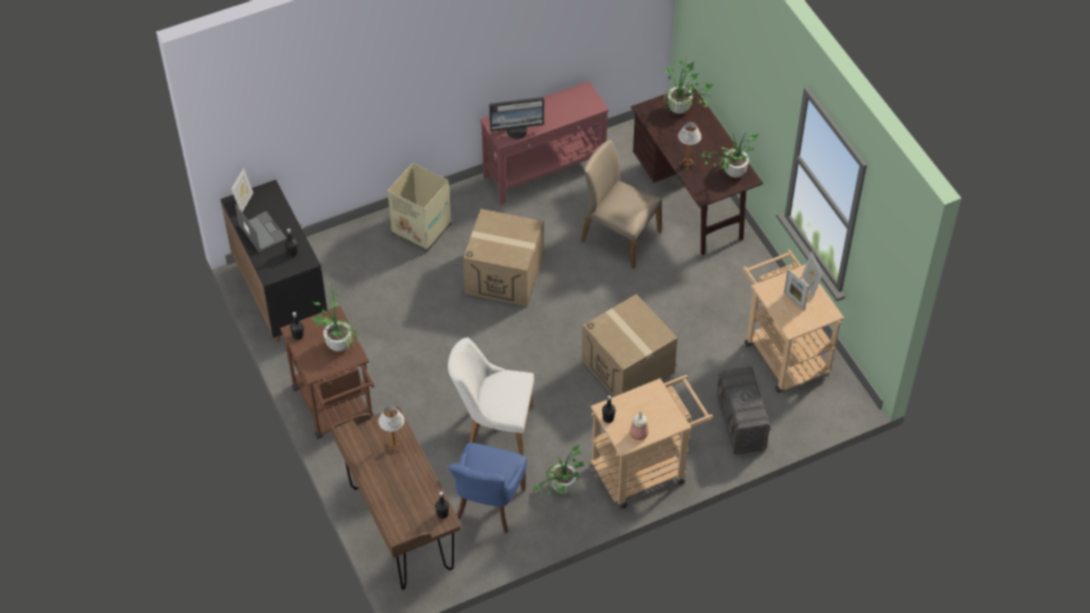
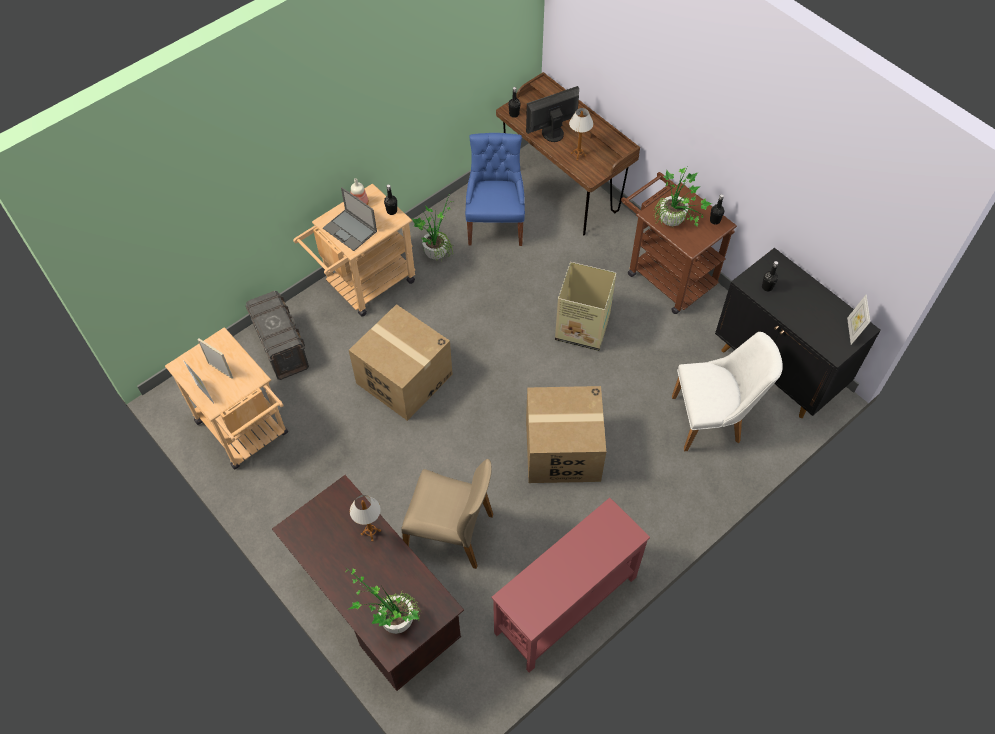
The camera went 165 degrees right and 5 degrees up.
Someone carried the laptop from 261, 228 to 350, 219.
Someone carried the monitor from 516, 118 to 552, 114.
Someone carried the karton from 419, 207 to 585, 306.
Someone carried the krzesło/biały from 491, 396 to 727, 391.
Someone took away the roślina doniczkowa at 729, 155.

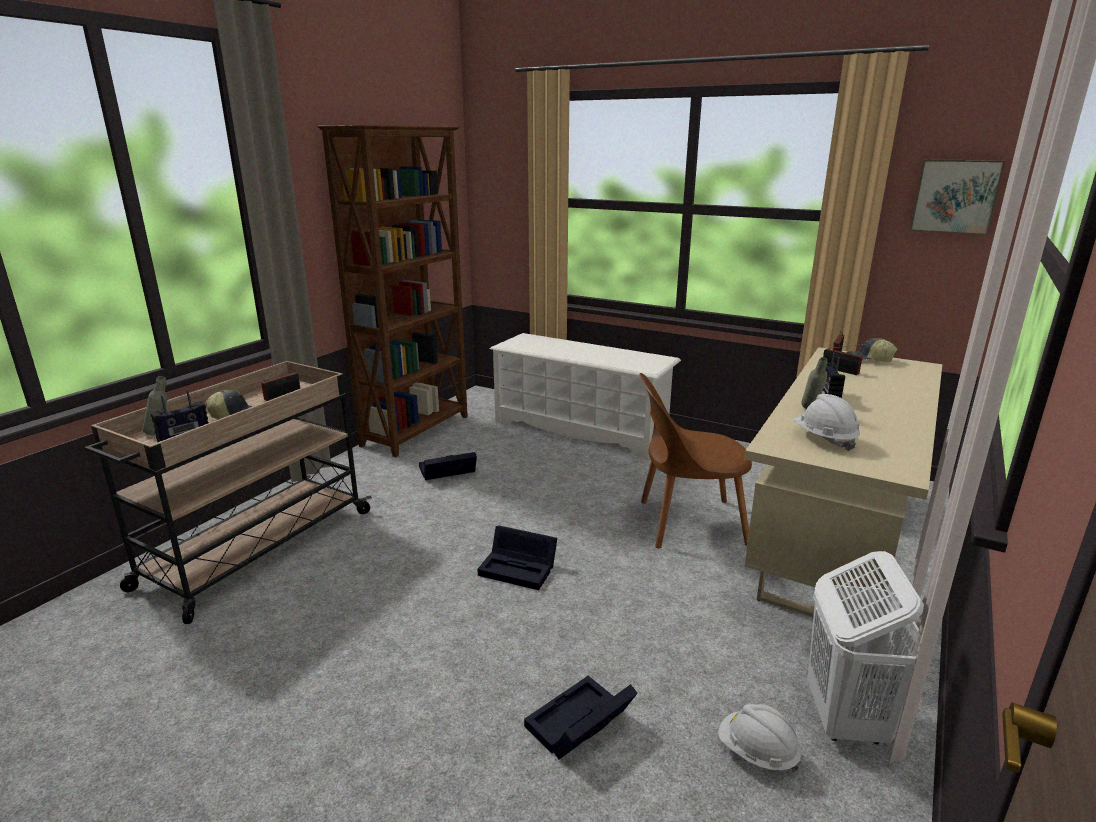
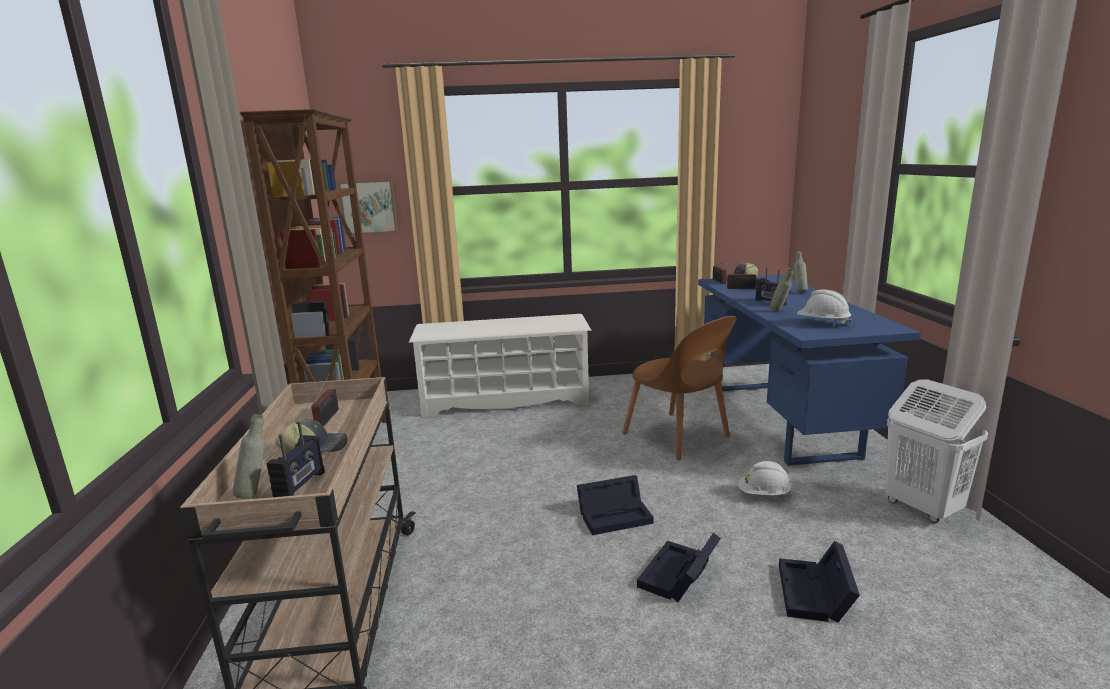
The camera went 35 degrees left and 5 degrees down.
Someone carried the obraz from 957, 197 to 368, 207.
Someone rotated the krzesło/brązowy at 696, 460 by 90 degrees counterclockwise.
Someone carried the pojemnik do przechowywania/czarny from 448, 466 to 679, 567.
Someone repainted the biurko/beżowy at 843, 484, which became the biurko/niebieski at 809, 370.
Someone carried the kask/biały from 759, 738 to 765, 478.
Someone put down the butelka/szary at 801, 271.

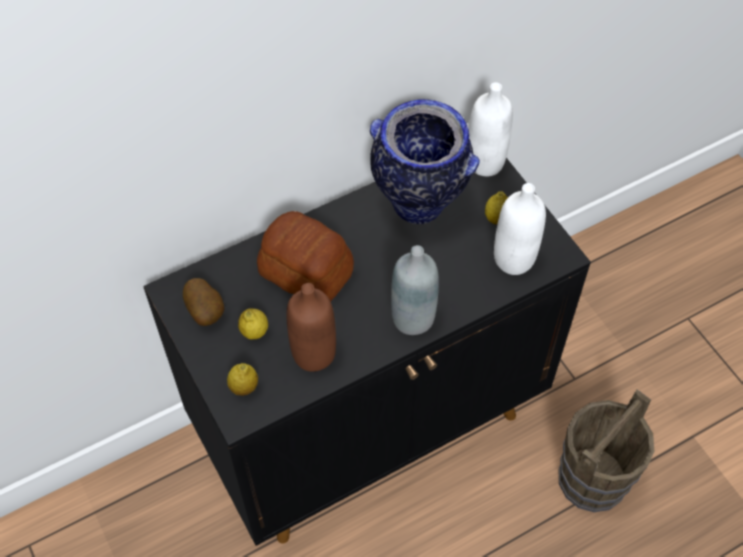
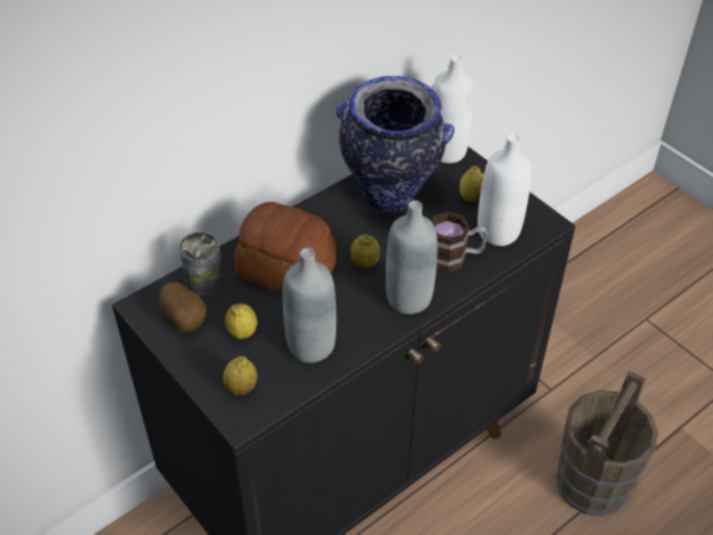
The camera went 10 degrees left and 10 degrees down.
Someone put down the puszka at 201, 264.
Someone repainted the butelka/brązowy at 311, 327, which became the butelka/szary at 309, 305.
Someone put down the cytryna at 365, 251.
Someone put down the kubek at 459, 241.

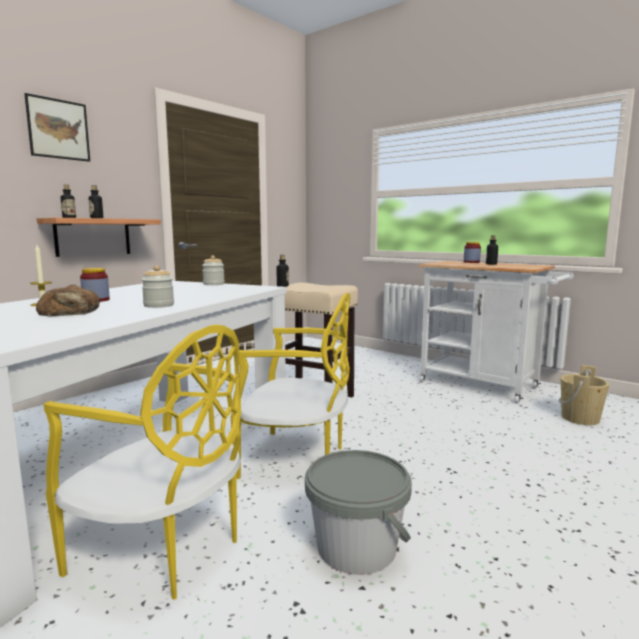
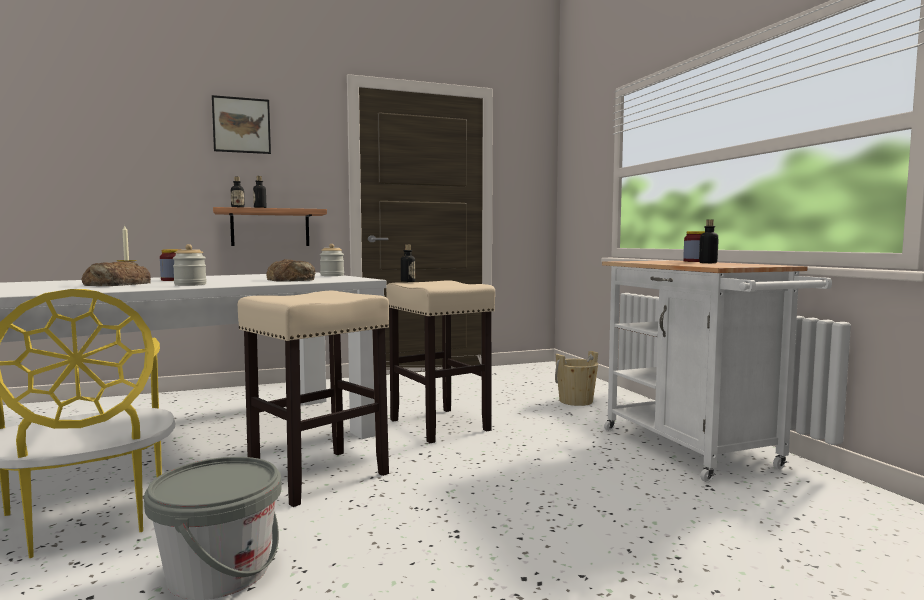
The camera went 30 degrees right and 5 degrees down.
Someone swapped the krzesło/żółty at 290, 386 for the stołek/beżowy at 313, 399.
Someone put down the chleb at 291, 270.
Someone carried the wiadro/beżowy from 584, 395 to 576, 378.

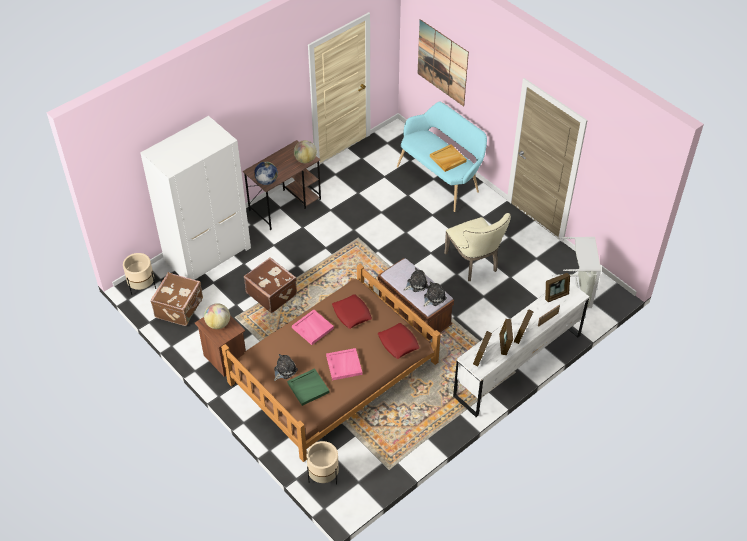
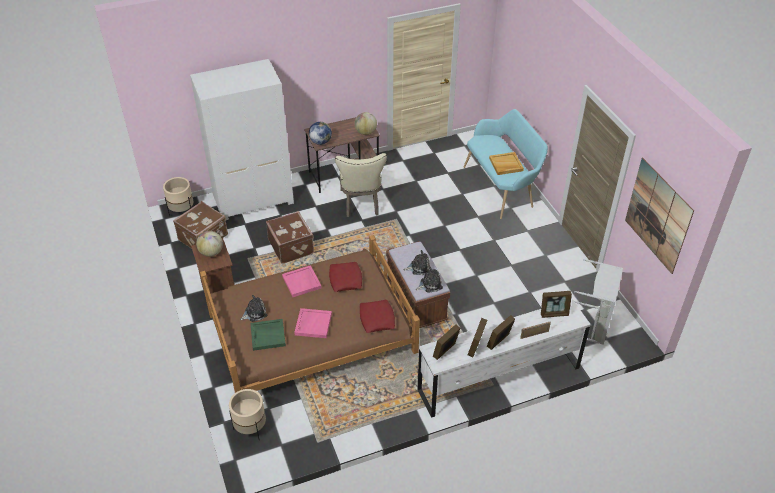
The camera went 20 degrees right and 5 degrees down.
Someone carried the krzesło/beżowy from 477, 247 to 361, 185.
Someone carried the obraz from 443, 63 to 659, 215.

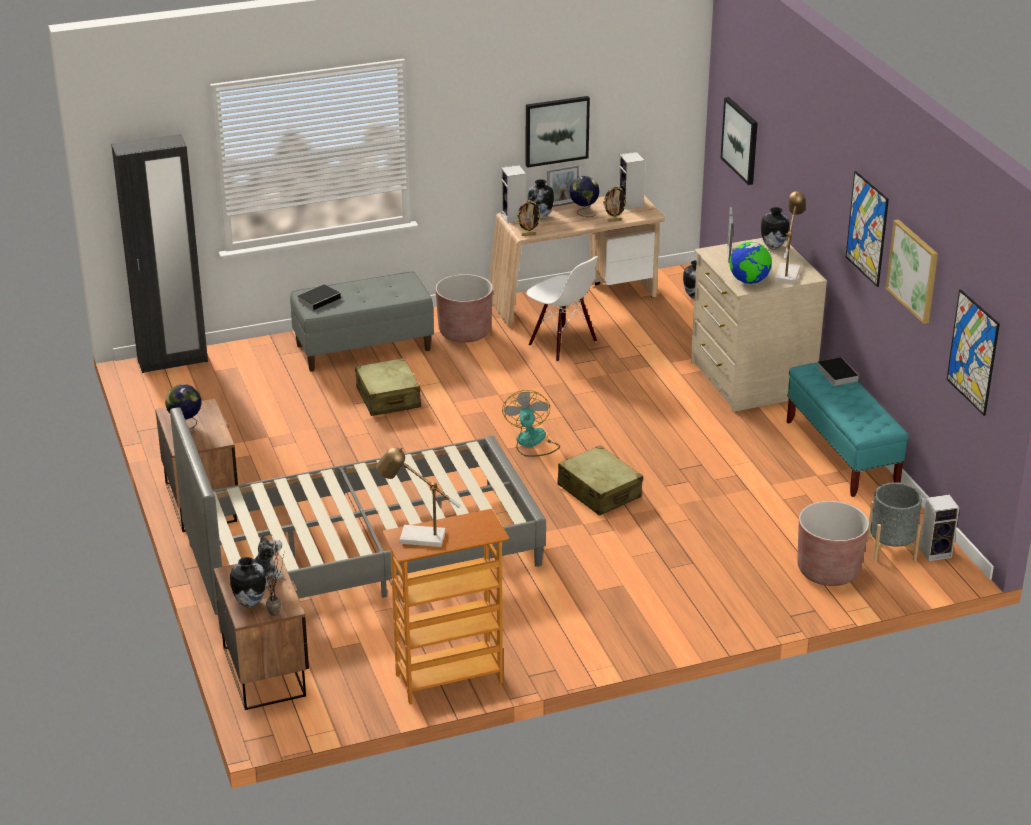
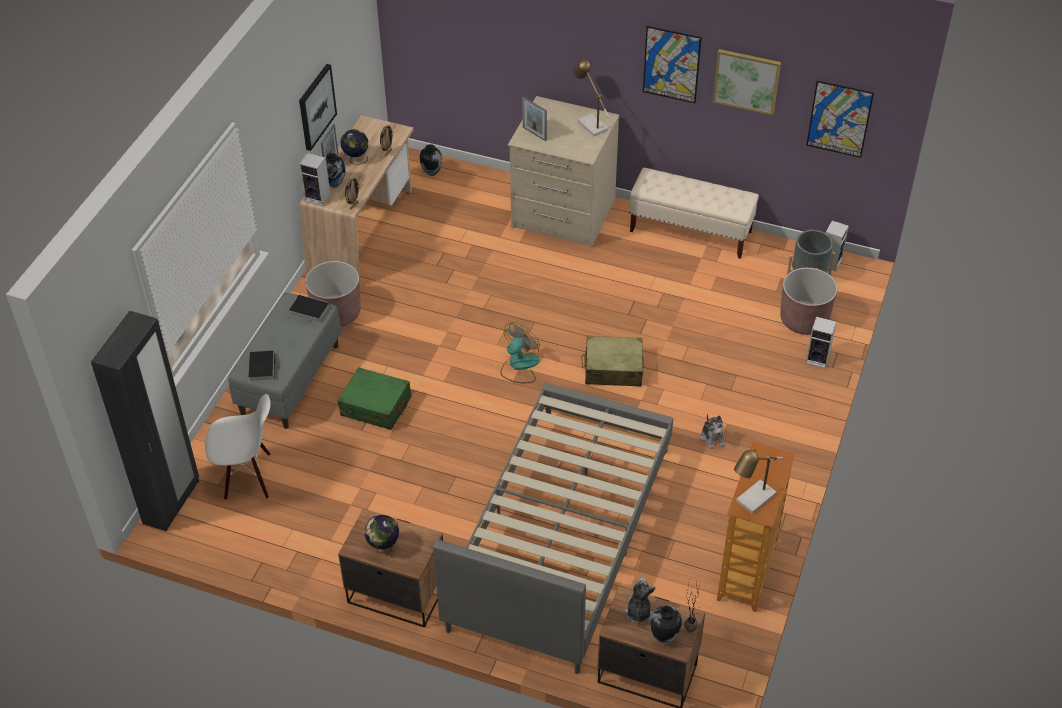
The camera went 50 degrees left and 15 degrees up.
Someone carried the krzesło/biały from 562, 309 to 238, 447.
Someone carried the książka from 838, 371 to 309, 308.
Someone repainted the walizka/beżowy at 388, 387, which became the walizka/zielony at 374, 398.
Someone rotated the wentylator at 531, 423 by 90 degrees clockwise.
Someone repainted the ławka/turkusowy at 848, 429, which became the ławka/beżowy at 694, 213.
Someone put down the pluszak at 713, 432.
Someone carried the głośnik from 631, 181 to 821, 342.
Someone took away the obraz at 739, 141.
Someone took away the globus at 750, 263.
Someone took away the wazon at 775, 228.

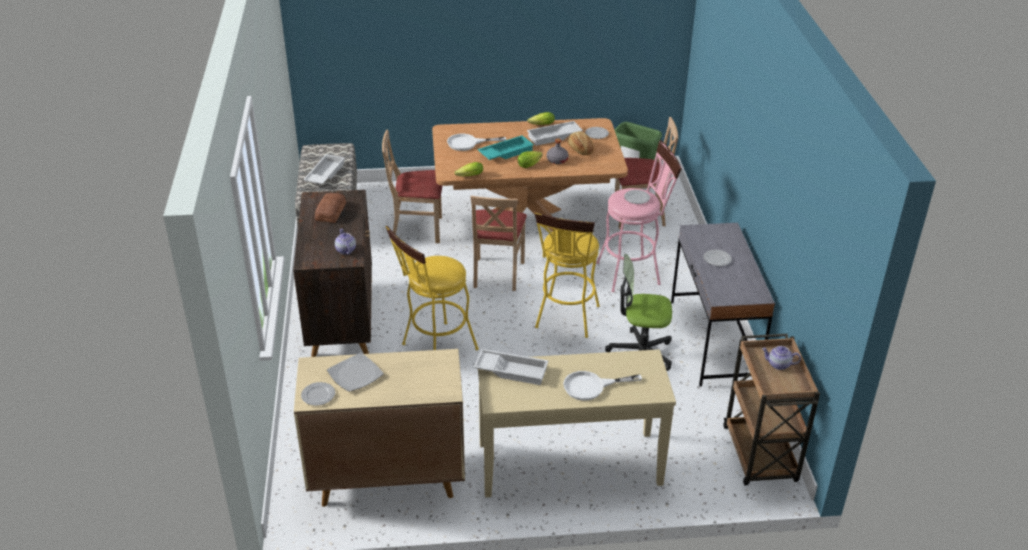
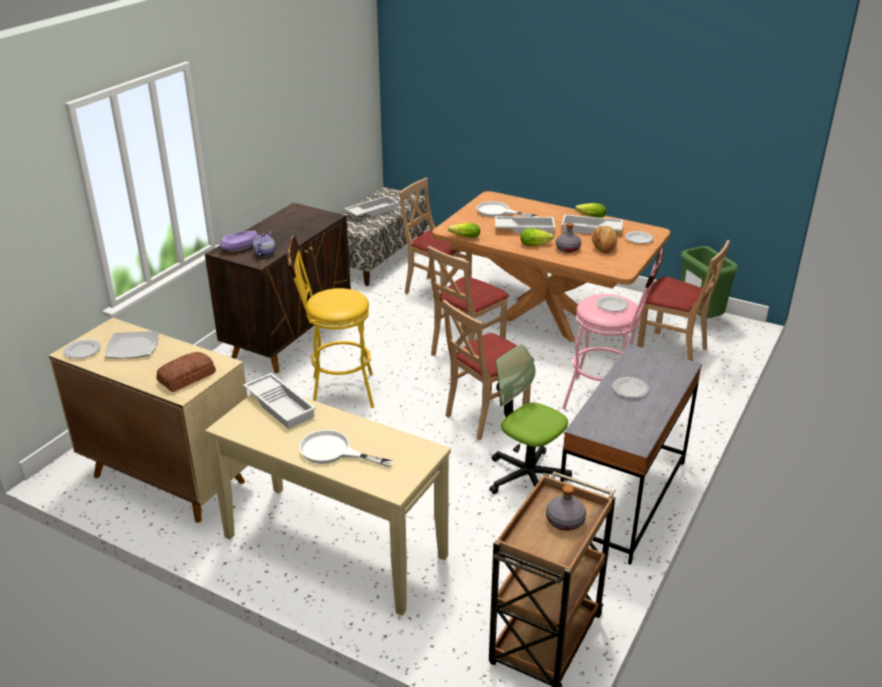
The camera went 35 degrees right and 5 degrees down.
Someone carried the chleb from 330, 208 to 186, 372.
Someone put down the miska/fioletowy at 239, 241.
Someone swapped the stołek/żółty at 567, 275 for the krzesło/beżowy at 488, 369.
Someone repainted the taca/turkusowy at 505, 147, which became the taca/biały at 525, 225.
Someone swapped the imbryk at 781, 358 for the butelka/szary at 566, 508.

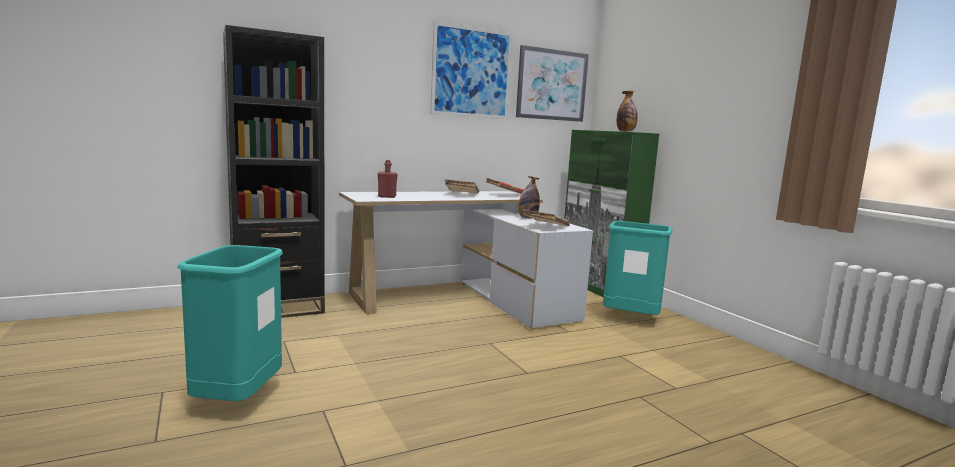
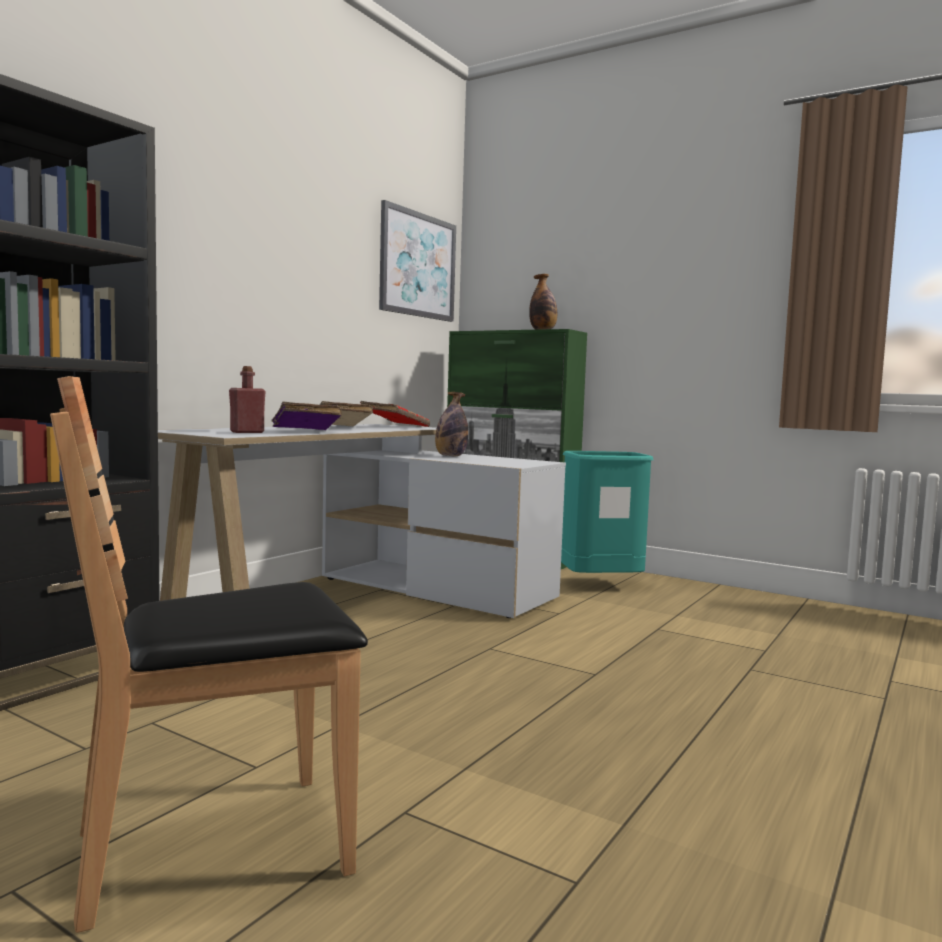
The camera went 30 degrees left and 5 degrees down.
Someone swapped the kosz na śmieci/turkusowy at 230, 323 for the krzesło/brązowy at 209, 654.
Someone put down the książka/fioletowy at 306, 416.
Someone took away the obraz at 471, 70.
Someone took away the książka/beżowy at 546, 217.

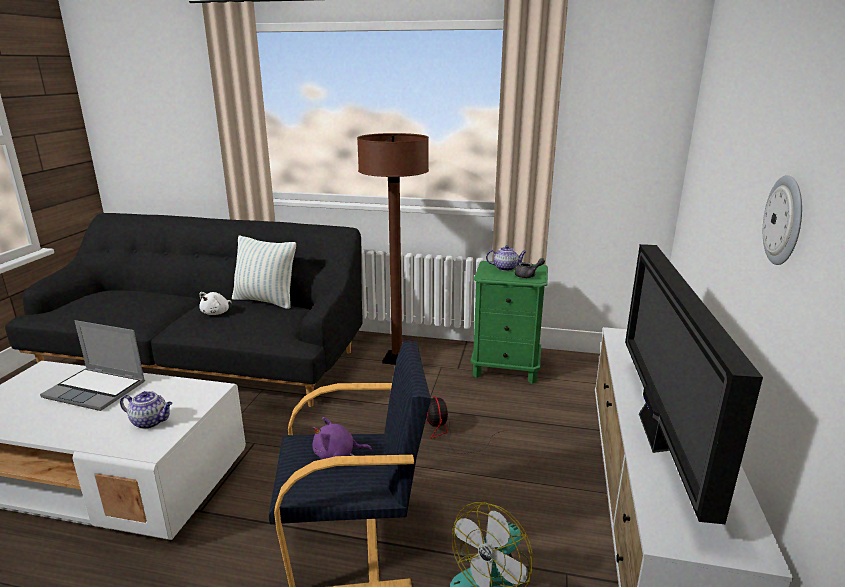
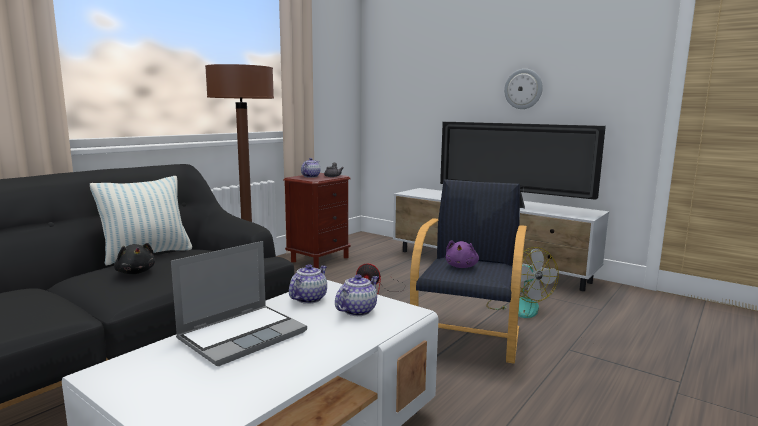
The camera went 65 degrees left and 10 degrees down.
Someone repainted the pluszak/biały at 215, 303, which became the pluszak/czarny at 134, 258.
Someone repainted the szafka nocna/zielony at 509, 322, which became the szafka nocna/brązowy at 317, 221.
Someone put down the imbryk at 308, 284.

